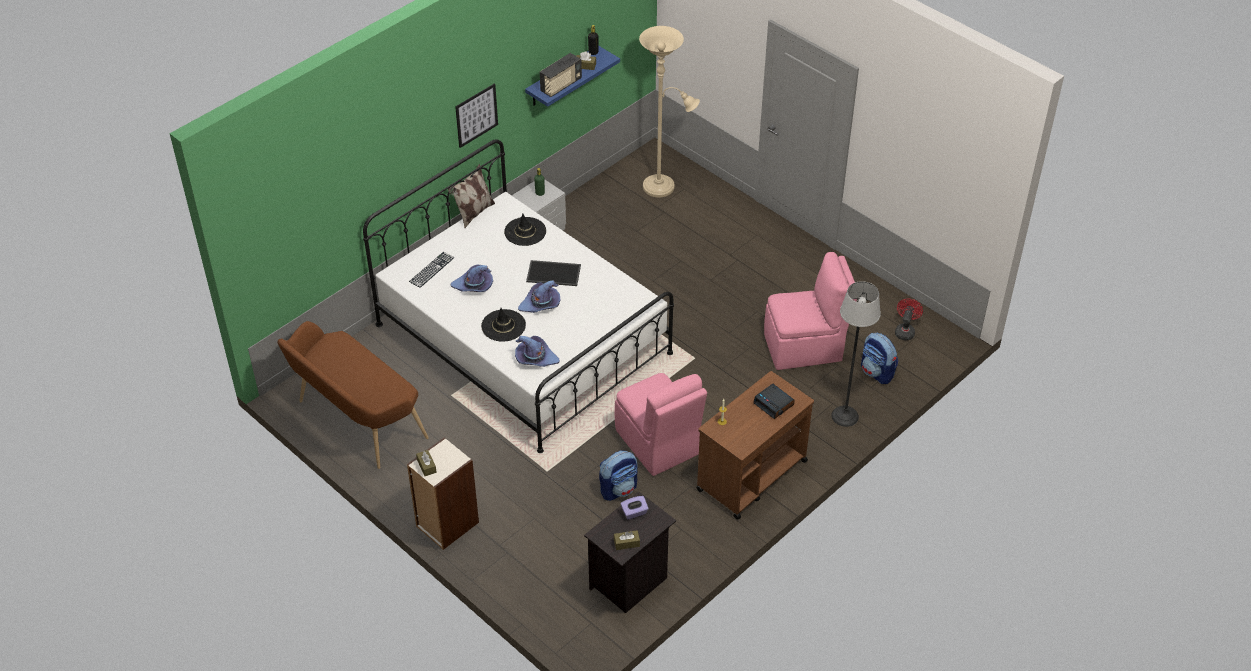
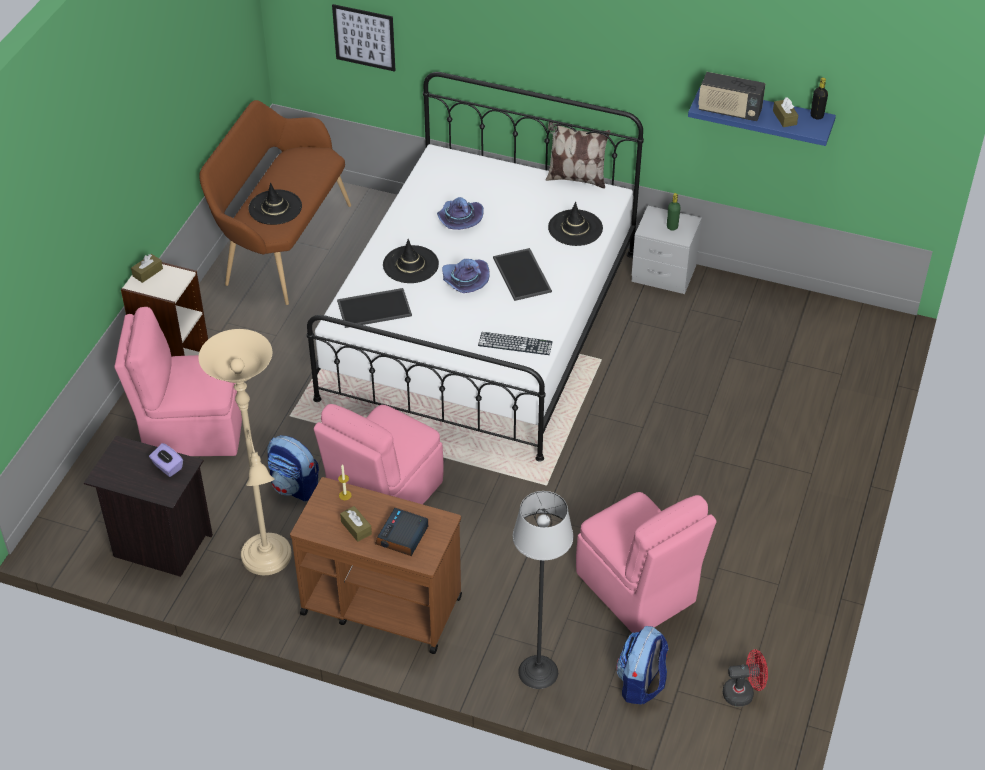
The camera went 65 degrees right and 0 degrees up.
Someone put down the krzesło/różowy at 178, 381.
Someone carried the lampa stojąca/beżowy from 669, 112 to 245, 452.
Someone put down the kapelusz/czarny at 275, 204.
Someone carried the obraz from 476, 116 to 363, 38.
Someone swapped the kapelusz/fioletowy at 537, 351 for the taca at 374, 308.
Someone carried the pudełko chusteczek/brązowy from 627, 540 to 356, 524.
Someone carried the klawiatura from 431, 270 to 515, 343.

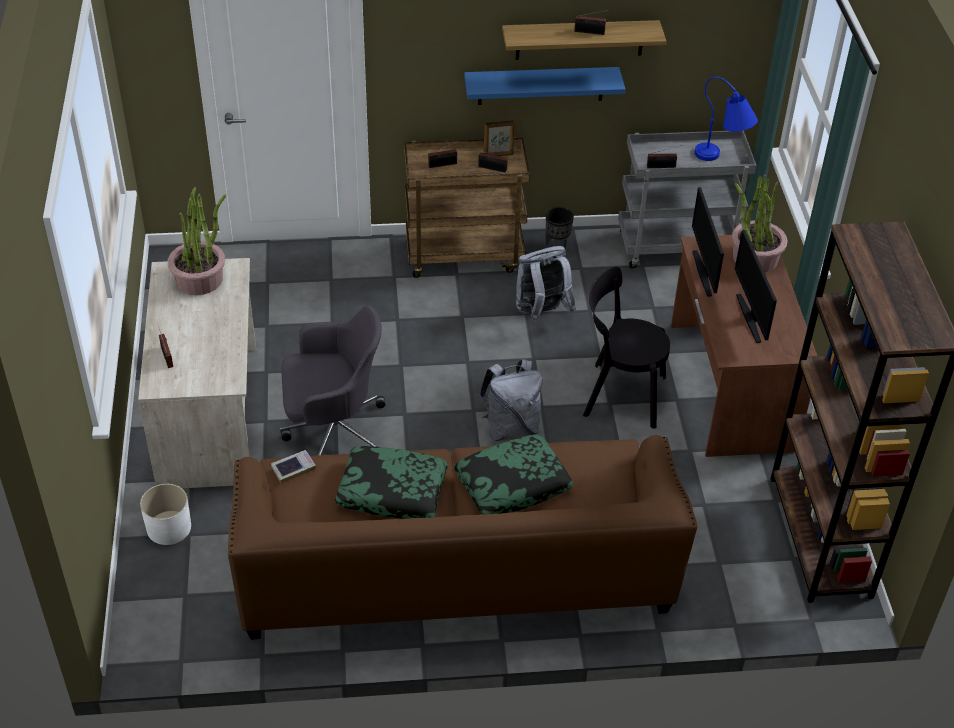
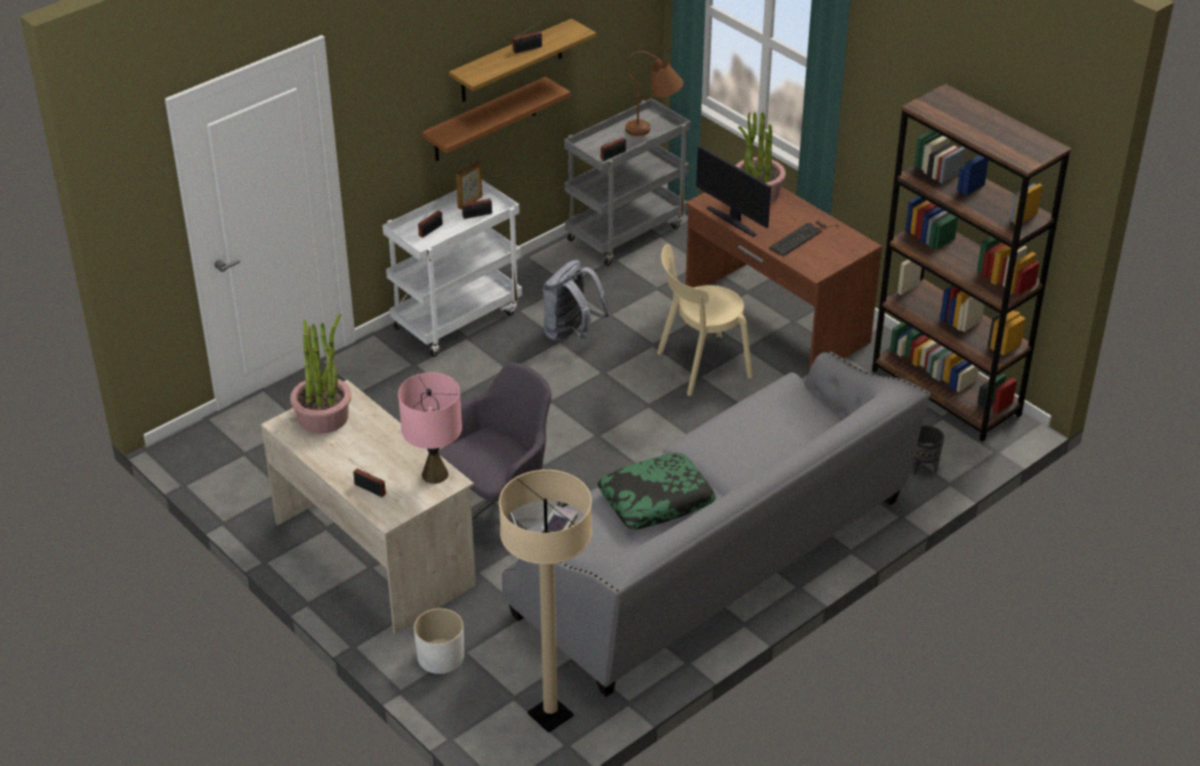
The camera went 35 degrees left and 5 degrees down.
Someone repainted the wózek/brązowy at 467, 207, which became the wózek/biały at 452, 268.
Someone put down the lampa stołowa/różowy at 430, 428.
Someone repainted the półka/niebieski at 544, 86, which became the półka/brązowy at 496, 119.
Someone put down the lampa stojąca/beżowy at 545, 601.
Someone repainted the kanapa/brązowy at 463, 537, which became the kanapa/szary at 716, 524.
Someone repainted the lampa stołowa/niebieski at 726, 119, which became the lampa stołowa/brązowy at 654, 93.
Someone repainted the krzesło/czarny at 626, 347, which became the krzesło/beżowy at 705, 320.
Someone swapped the monitor at 756, 286 for the klawiatura at 804, 239.
Someone carried the donica/czarny from 559, 228 to 928, 450.
Someone took away the poduszka at 514, 474.
Someone took away the plecak/szary at 511, 400.

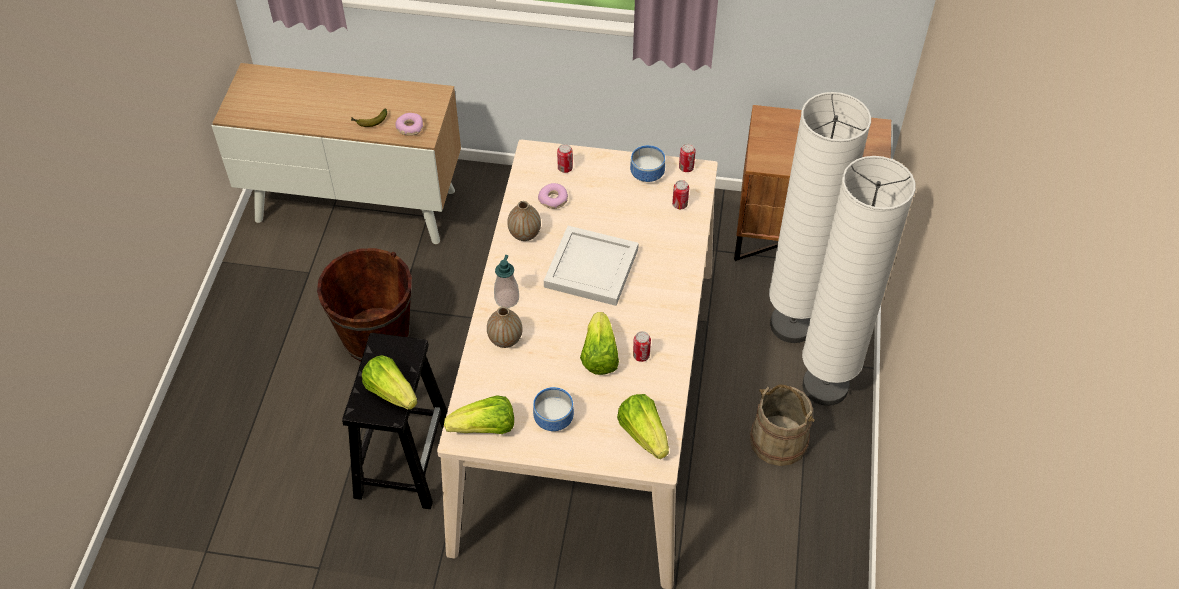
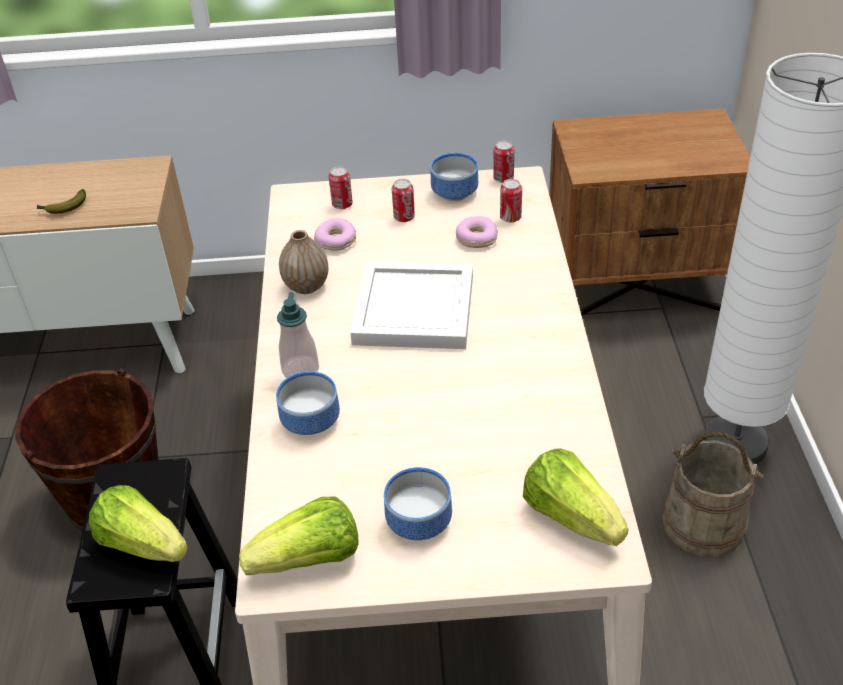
The camera went 10 degrees left and 10 degrees down.
Someone swapped the wazon at 505, 327 for the miska at 308, 403.
Someone carried the puszka from 642, 346 to 403, 200.
Someone carried the donut from 409, 124 to 477, 232.
Someone took away the sałata at 599, 343.
Someone took away the lampa stojąca/biały at 820, 217.

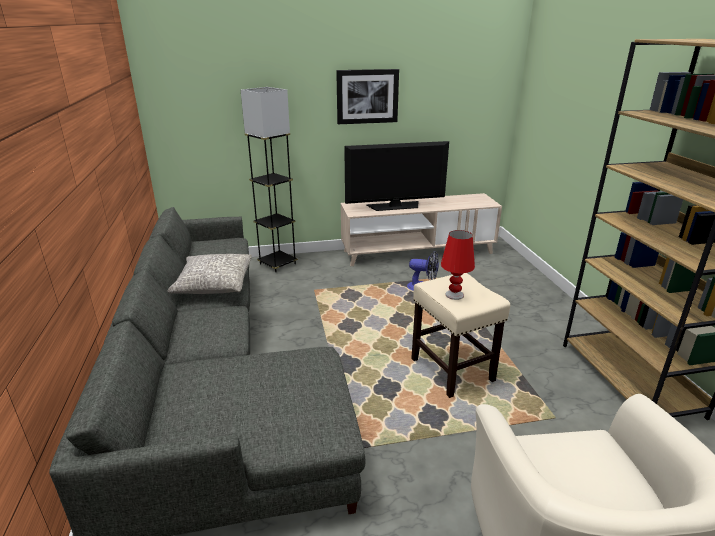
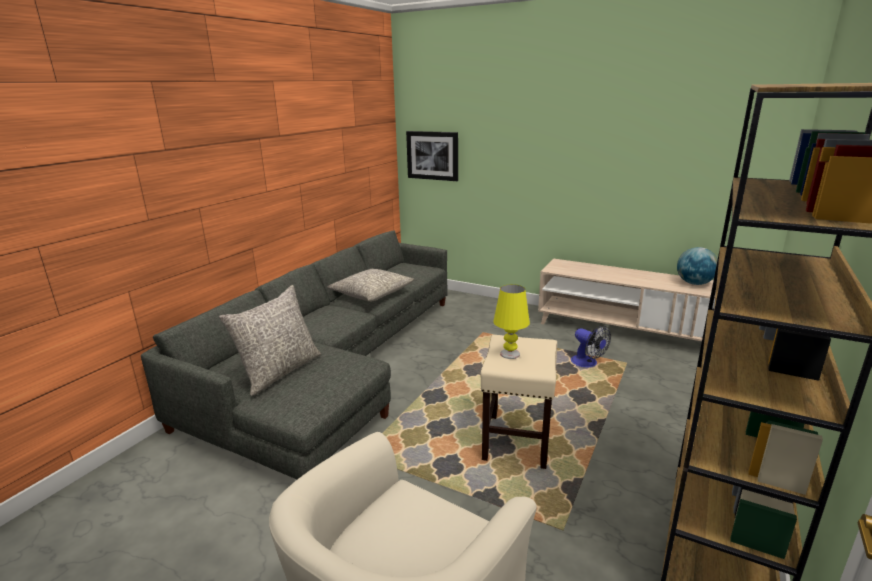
The camera went 40 degrees right and 5 degrees down.
Someone put down the poduszka/szary at 270, 340.
Someone carried the obraz from 367, 96 to 432, 156.
Someone repainted the lampa stołowa/czerwony at 458, 265, which became the lampa stołowa/żółty at 511, 321.
Someone put down the globus at 697, 266.
Someone took away the lampa stojąca/szary at 269, 179.
Someone took away the telewizor at 396, 176.

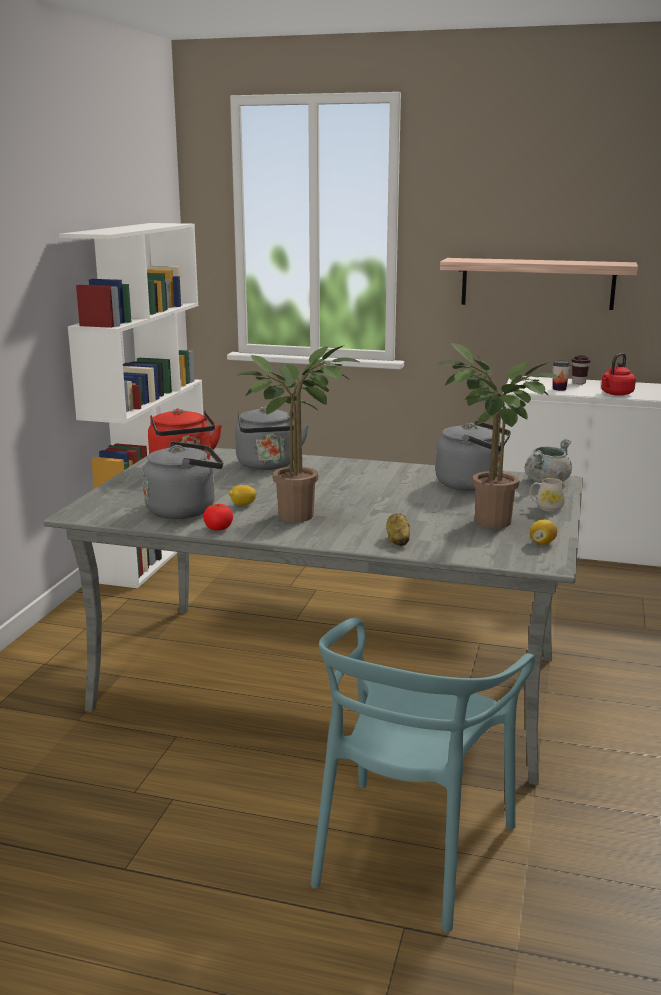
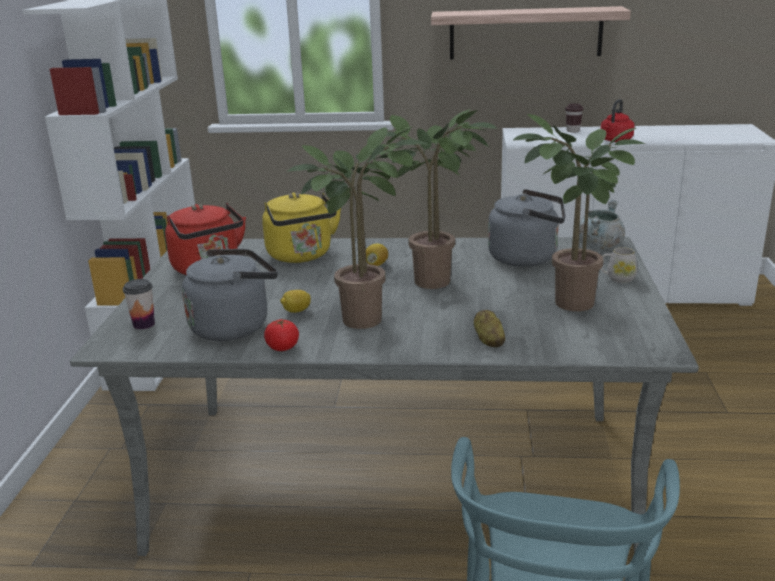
The camera went 10 degrees left and 5 degrees up.
Someone carried the filiżanka from 561, 375 to 139, 304.
Someone repainted the czajnik/szary at 272, 438, which became the czajnik/żółty at 301, 227.
Someone carried the cytryna from 543, 532 to 377, 255.
Someone put down the roślina doniczkowa at 438, 199.

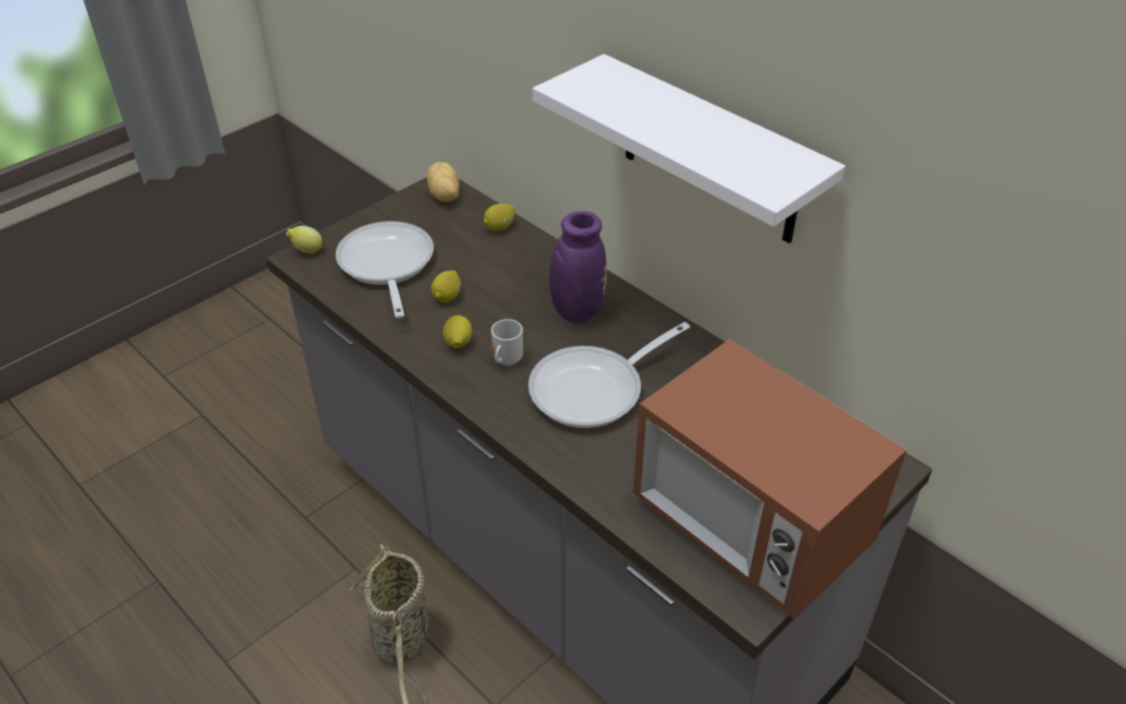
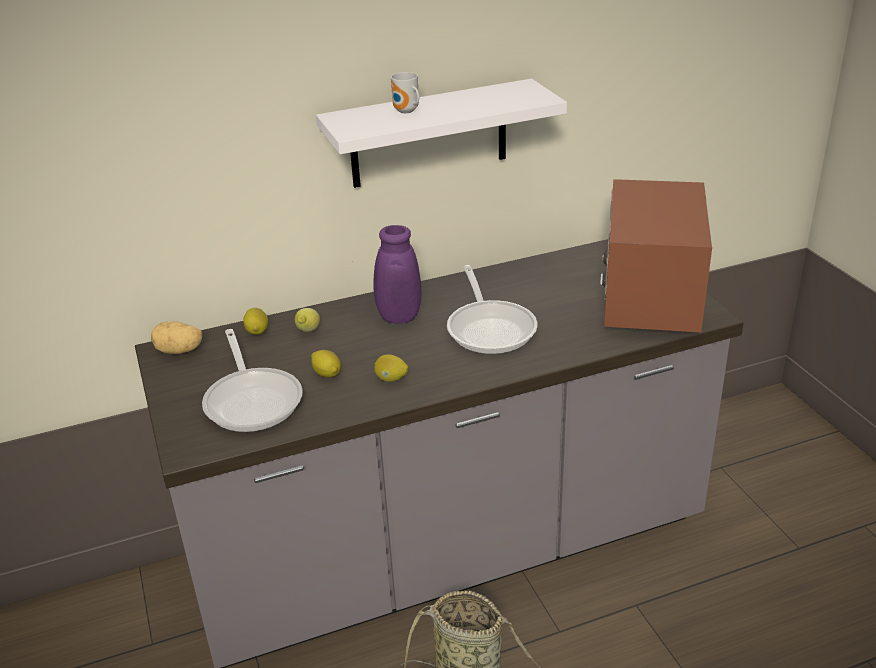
The camera went 65 degrees left and 10 degrees down.
Someone rotated the patelnia at 385, 269 by 120 degrees counterclockwise.
Someone carried the cytryna from 304, 240 to 307, 320.
Someone carried the kubek from 507, 342 to 405, 92.
Someone rotated the mikrofalówka at 770, 479 by 120 degrees clockwise.

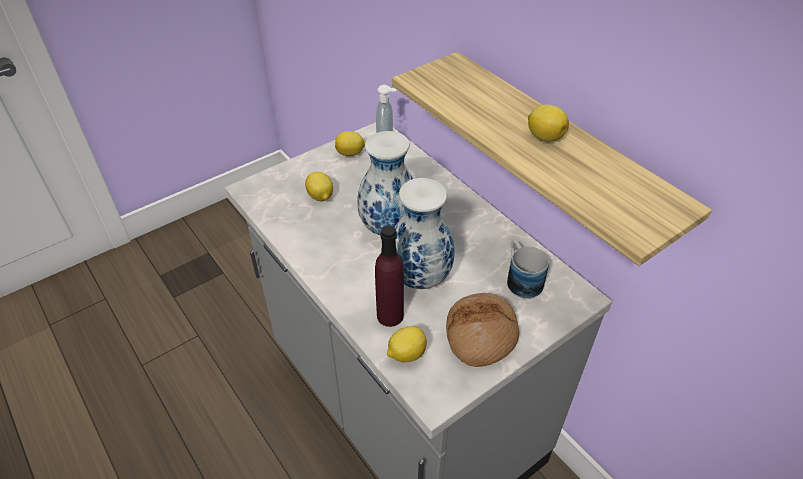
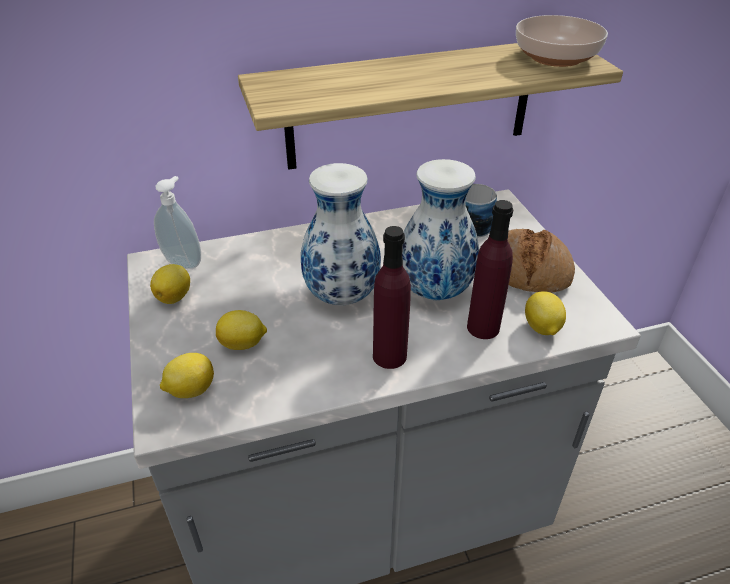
The camera went 70 degrees left and 5 degrees down.
Someone carried the cytryna from 548, 122 to 187, 375.
Someone put down the butelka/fioletowy at 392, 297.
Someone put down the miska at 562, 41.

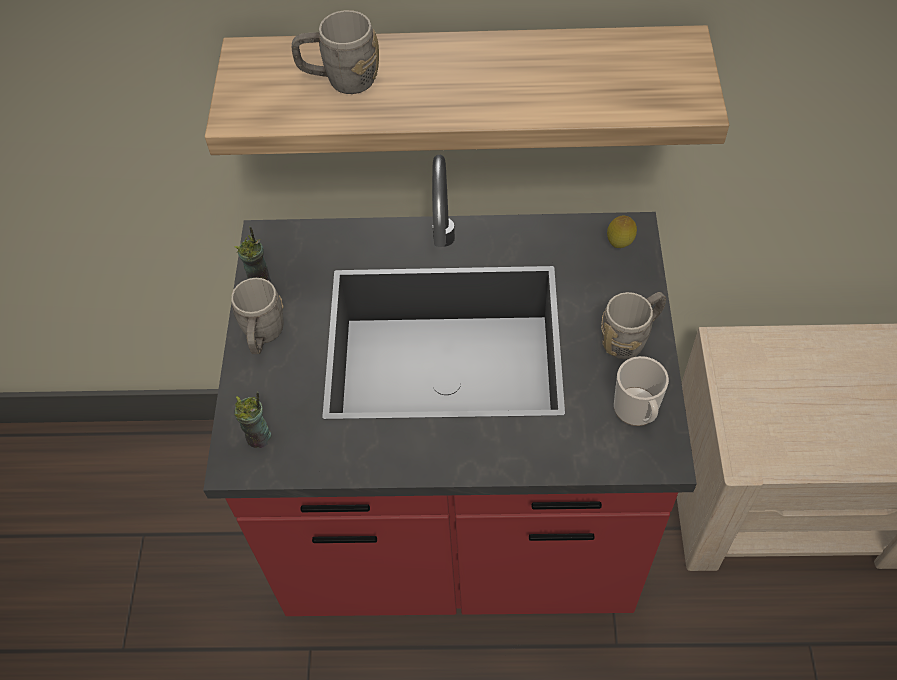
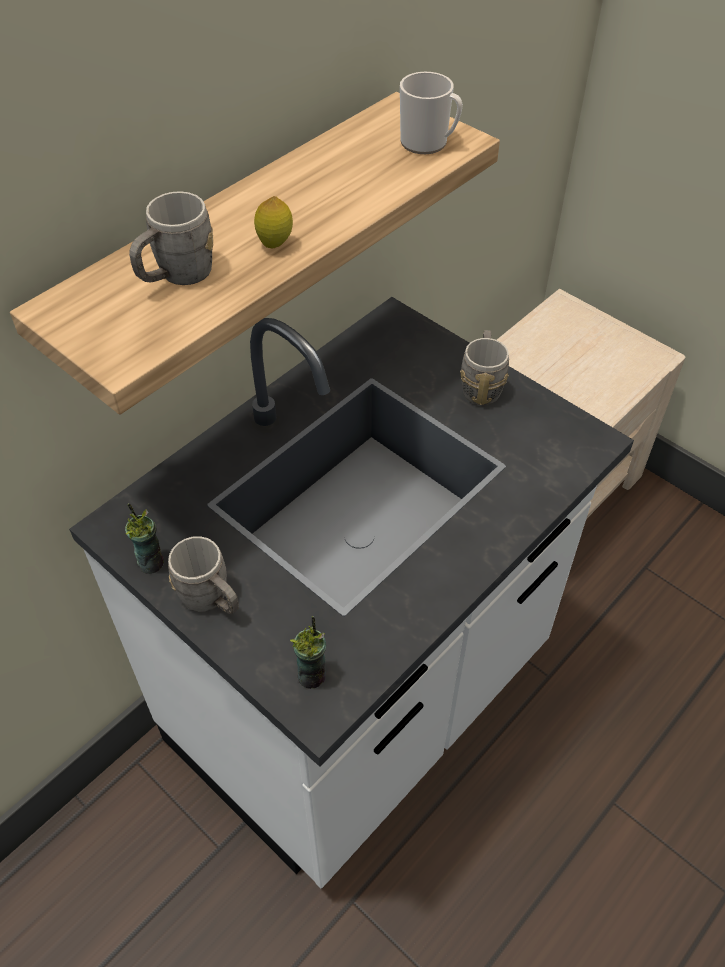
The camera went 50 degrees left and 5 degrees down.
Someone repainted the zabudowa kuchenna/czerwony at 450, 385, which became the zabudowa kuchenna/biały at 351, 593.
Someone carried the cytryna from 622, 232 to 273, 222.
Someone carried the kubek from 641, 391 to 431, 113.

